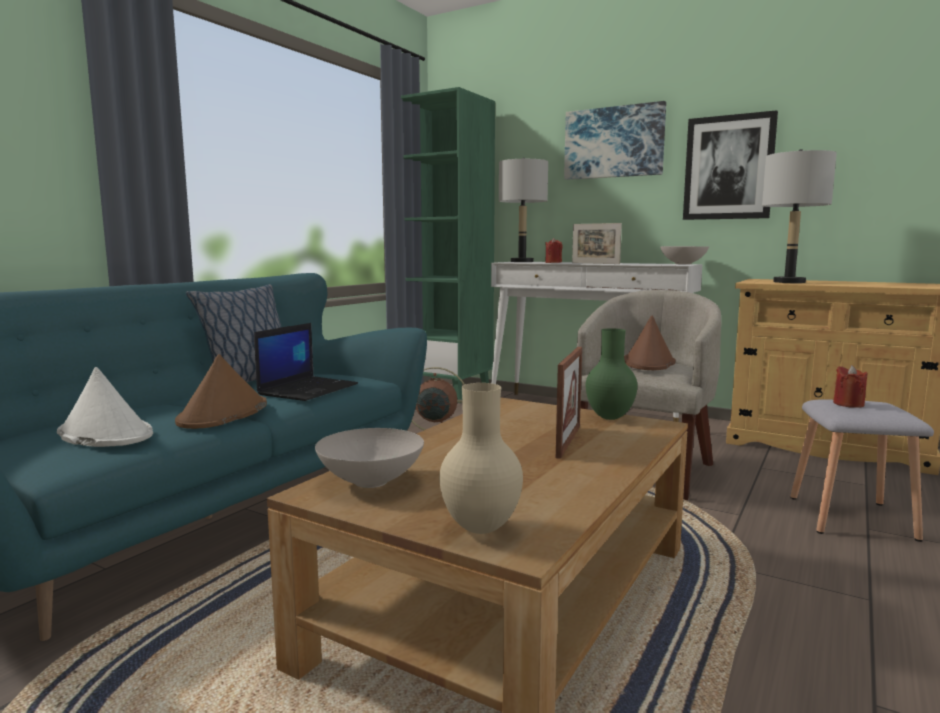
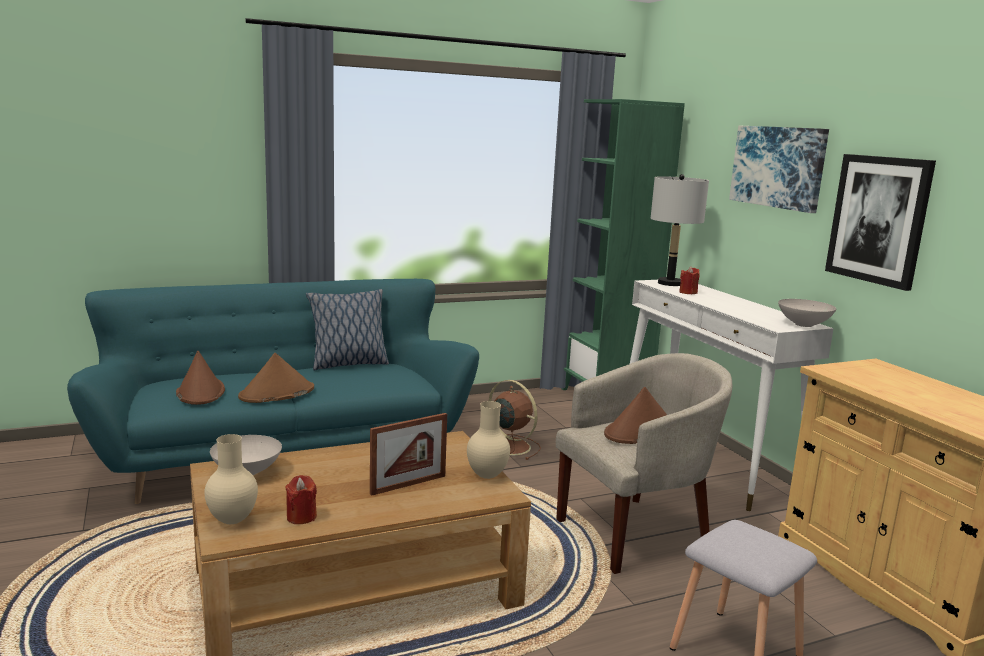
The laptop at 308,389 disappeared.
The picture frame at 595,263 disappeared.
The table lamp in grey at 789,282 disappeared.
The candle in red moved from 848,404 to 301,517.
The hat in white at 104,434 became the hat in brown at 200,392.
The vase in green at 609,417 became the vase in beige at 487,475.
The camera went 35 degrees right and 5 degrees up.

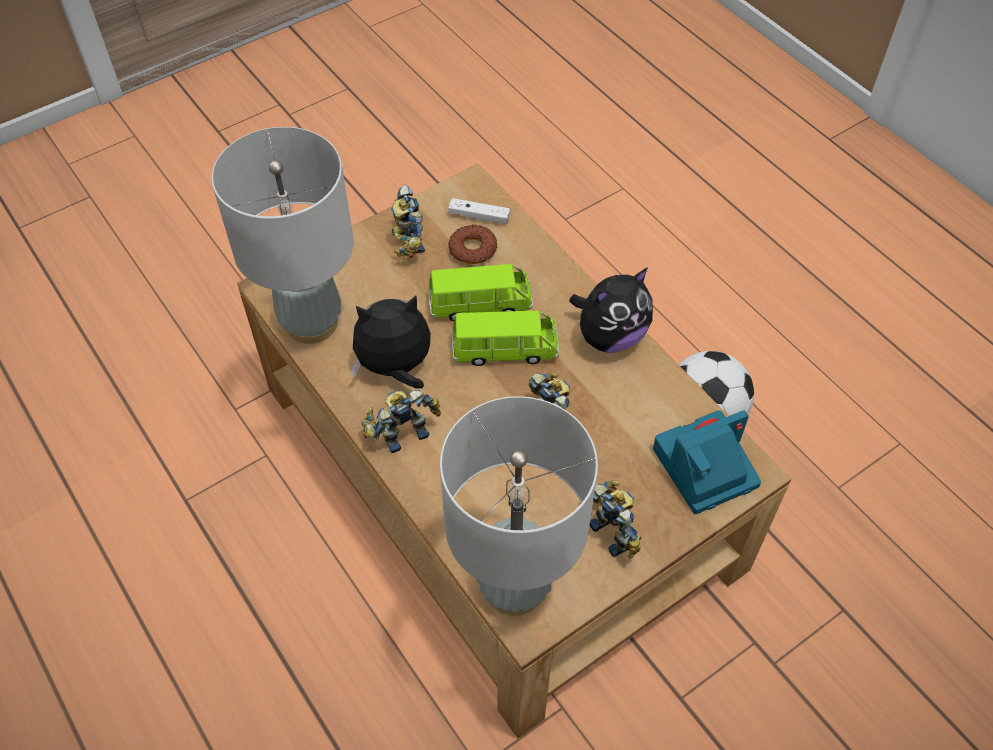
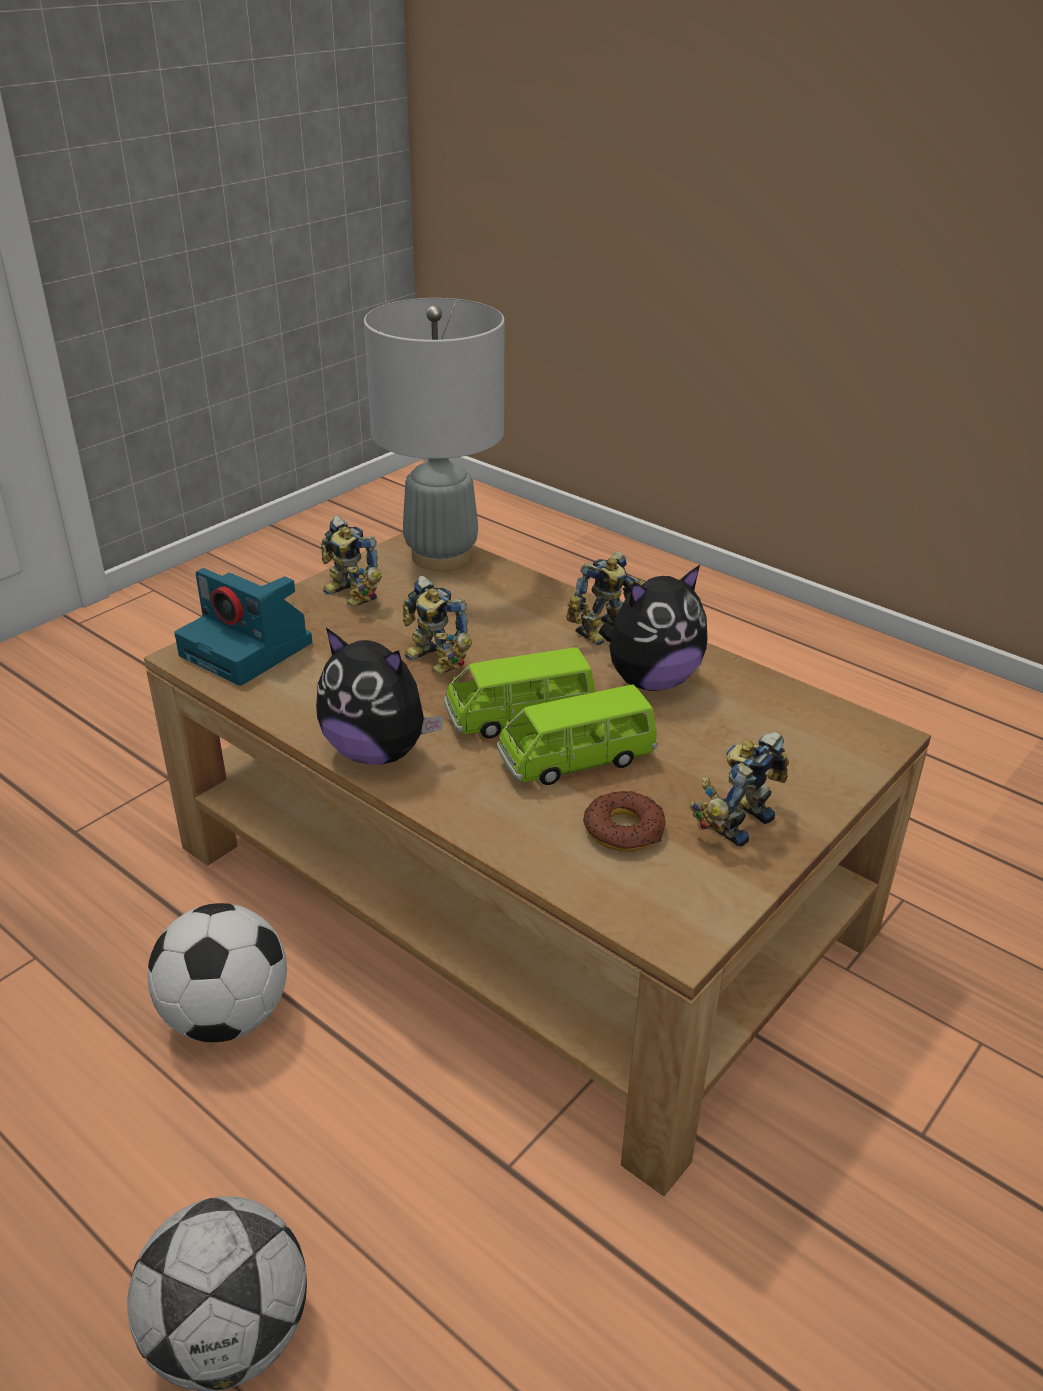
The table lamp in grey at 311,323 disappeared.
The game controller in white at 479,216 disappeared.
The football at 229,1334 appeared.
The toy robot at 405,243 turned 105 degrees counterclockwise.
The plush toy at 610,336 turned 105 degrees counterclockwise.
The photo camera at 703,469 turned 75 degrees clockwise.
The camera went 165 degrees right and 20 degrees down.

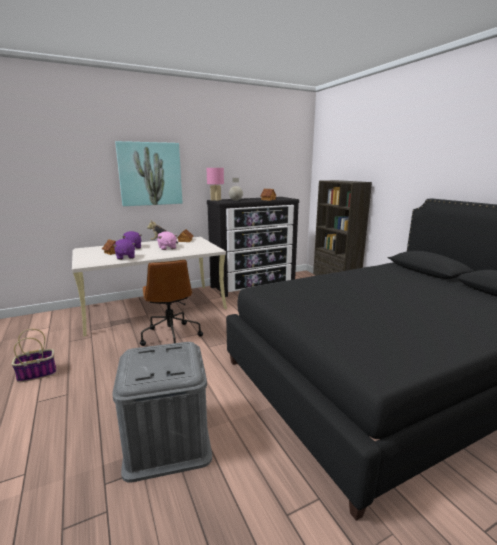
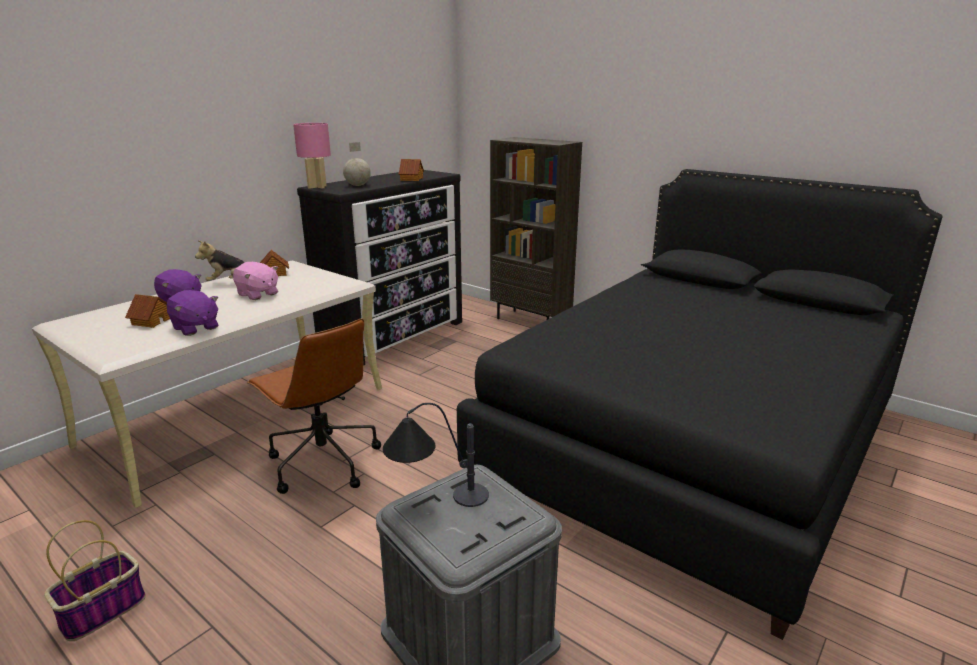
The picture at 150,174 disappeared.
The table lamp at 434,499 appeared.
The camera went 25 degrees left and 5 degrees up.

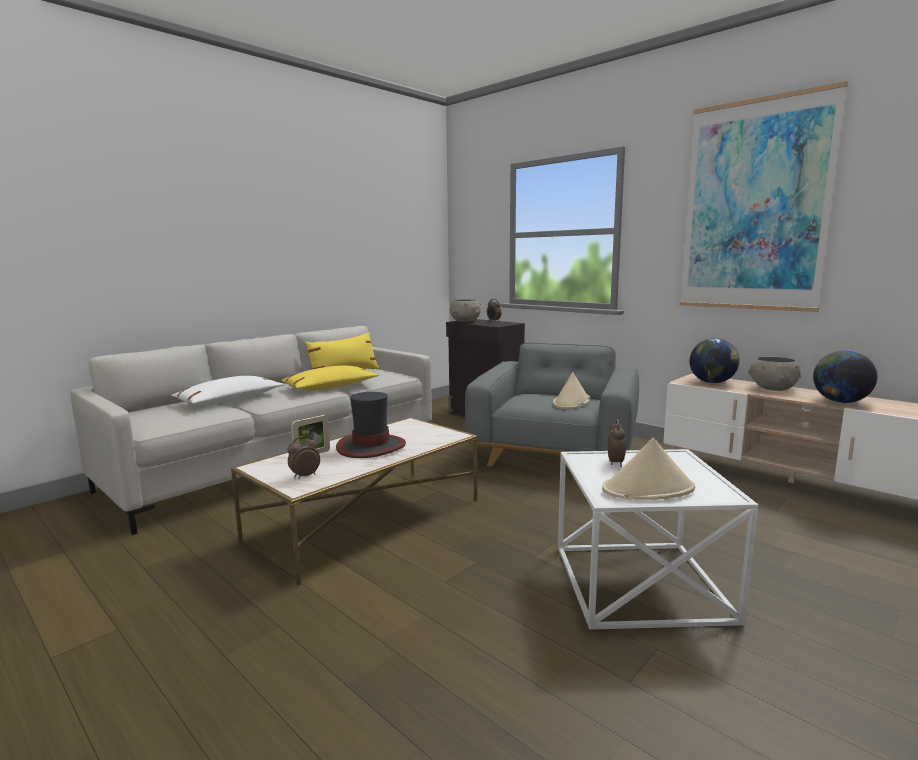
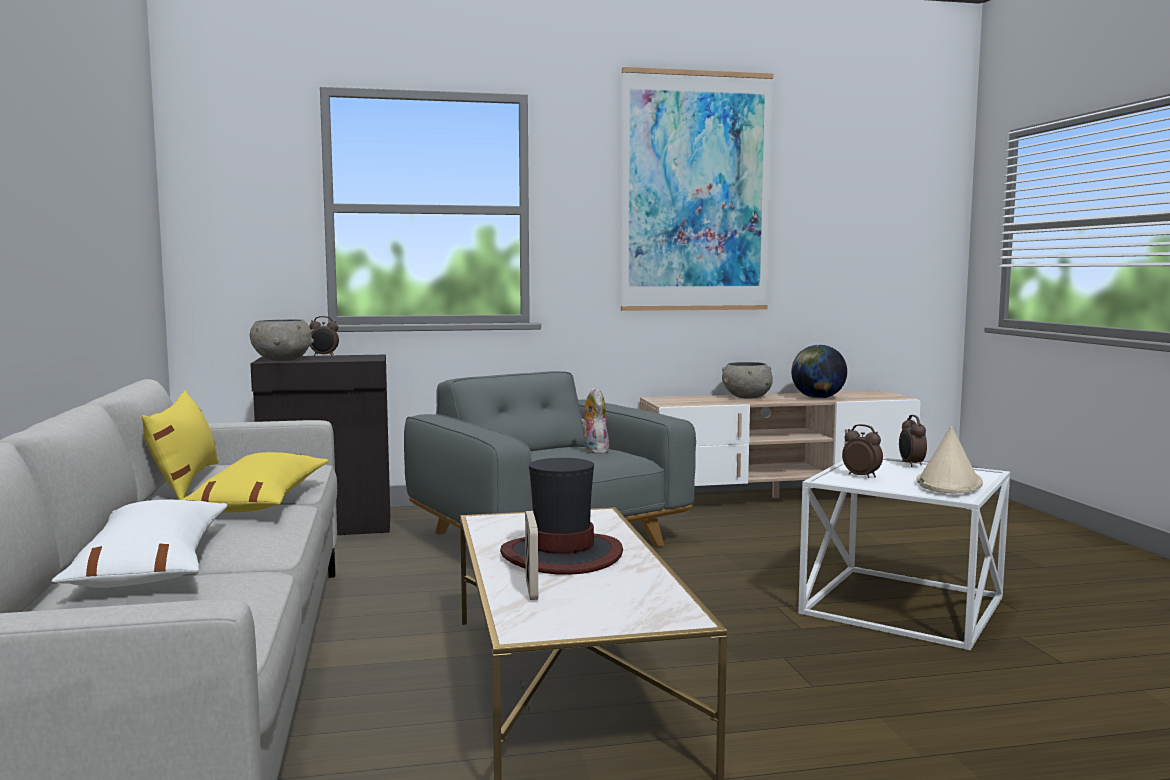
The globe at 712,382 disappeared.
The alarm clock moved from 304,476 to 911,464.
The hat in beige at 571,402 was replaced by the plush toy at 593,451.
The camera went 55 degrees left and 5 degrees down.

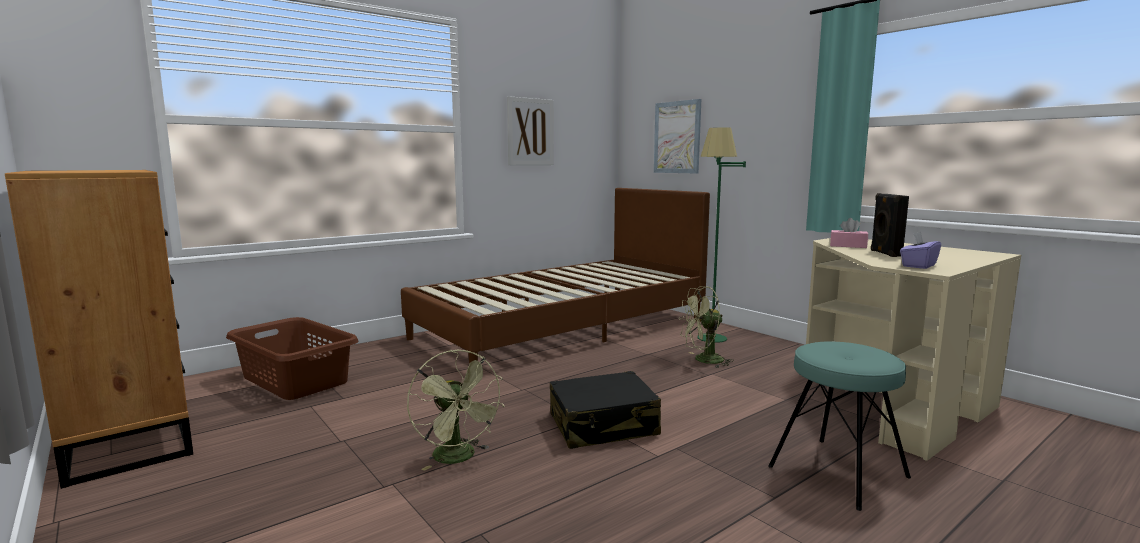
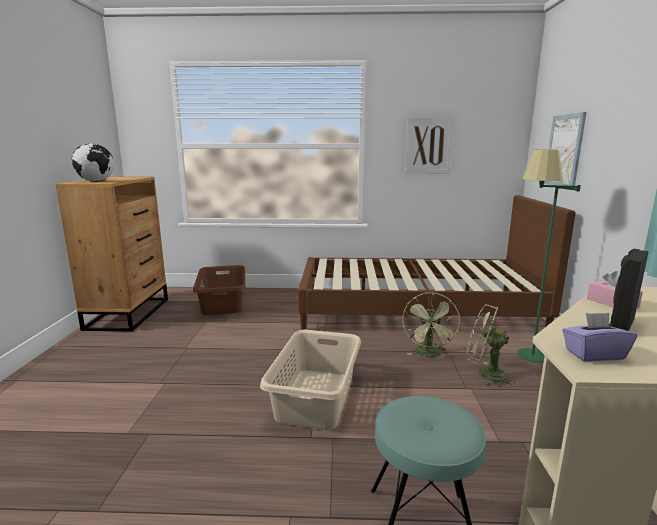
The globe at 96,181 appeared.
The fan in green moved from 459,458 to 429,354.
The suitcase in black at 603,426 was replaced by the laundry basket in beige at 316,397.
The camera went 40 degrees right and 5 degrees up.

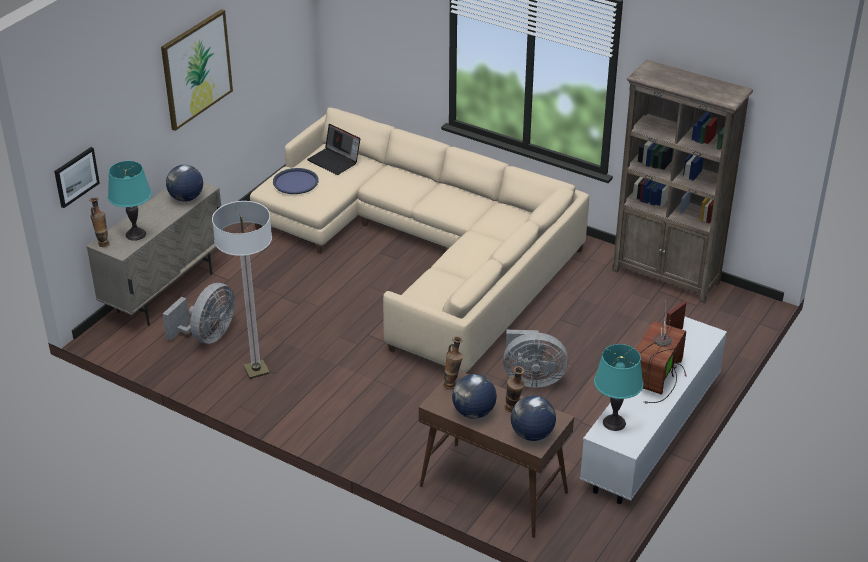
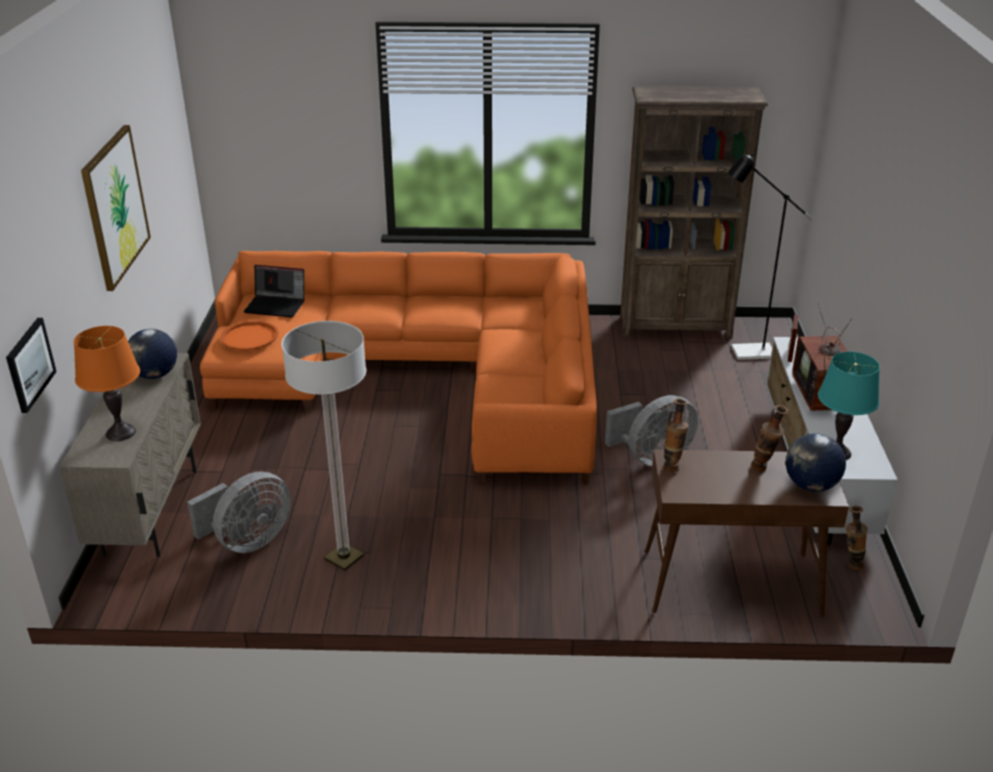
The globe at 473,412 disappeared.
The floor lamp in black at 745,353 appeared.
The vase moved from 102,243 to 850,564.
The table lamp in turquoise at 136,234 became the table lamp in orange at 120,432.
The sofa in beige at 426,252 became the sofa in orange at 426,375.
The tray in blue at 295,182 became the tray in orange at 249,336.
The fan in grey at 207,336 turned 45 degrees clockwise.
The camera went 30 degrees left and 5 degrees down.

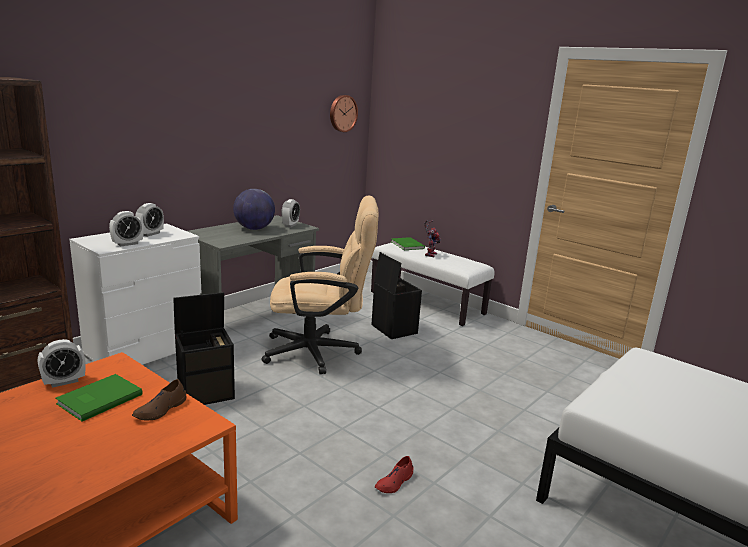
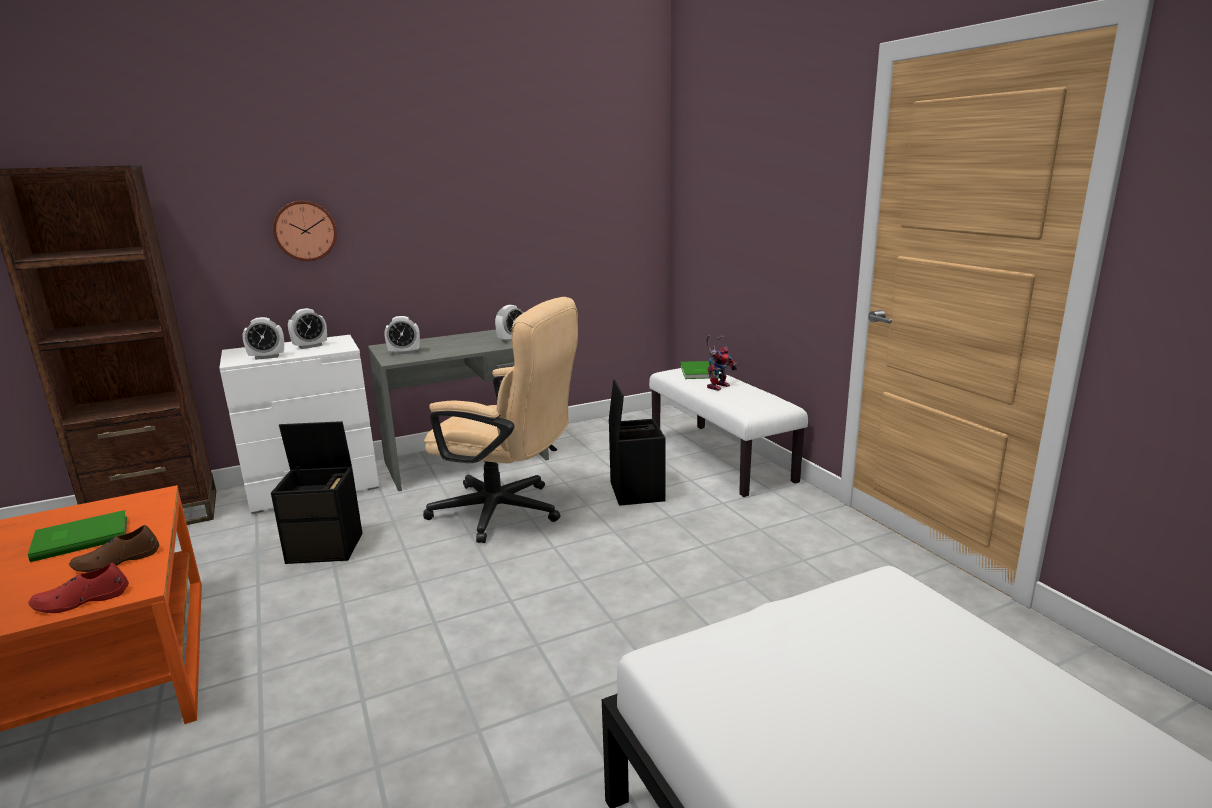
The globe at 254,229 disappeared.
The alarm clock moved from 64,382 to 404,352.
The wall clock moved from 342,113 to 305,230.
The shoe in red moved from 394,482 to 81,600.
The camera went 25 degrees right and 0 degrees up.

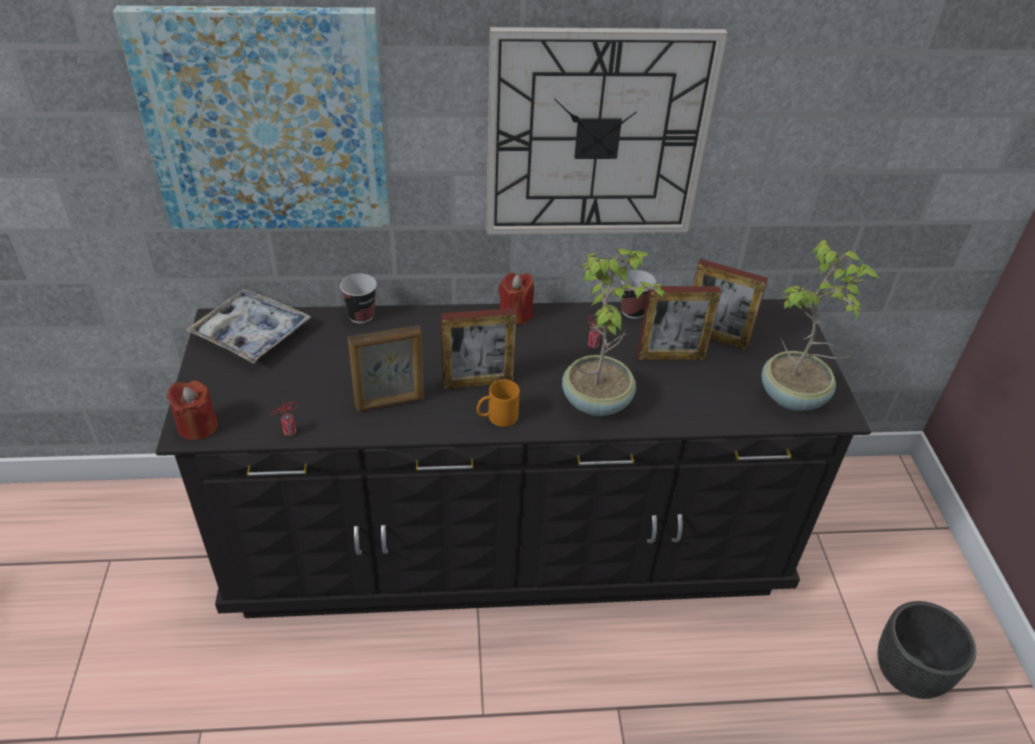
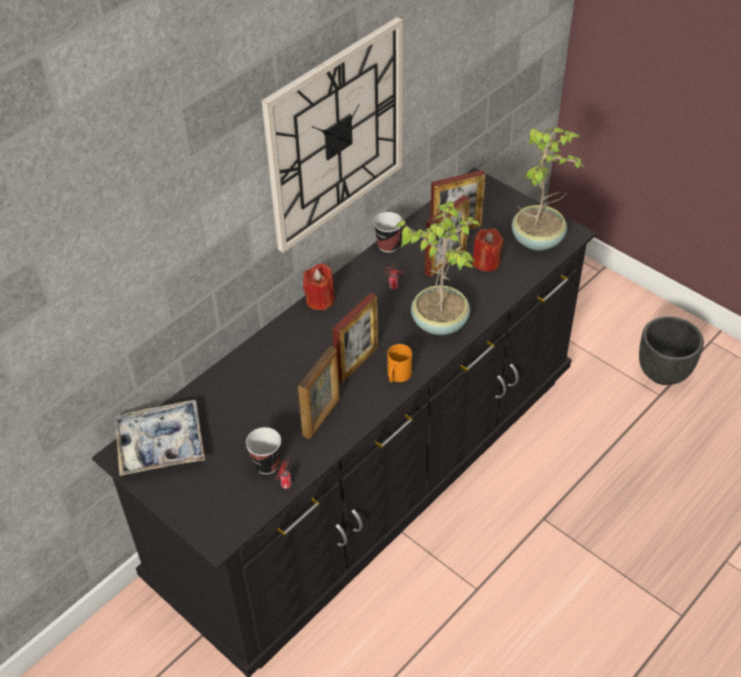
The picture at 266,122 disappeared.
The candle in red moved from 197,426 to 486,262.
The cup moved from 361,315 to 267,464.
The camera went 40 degrees left and 5 degrees up.

